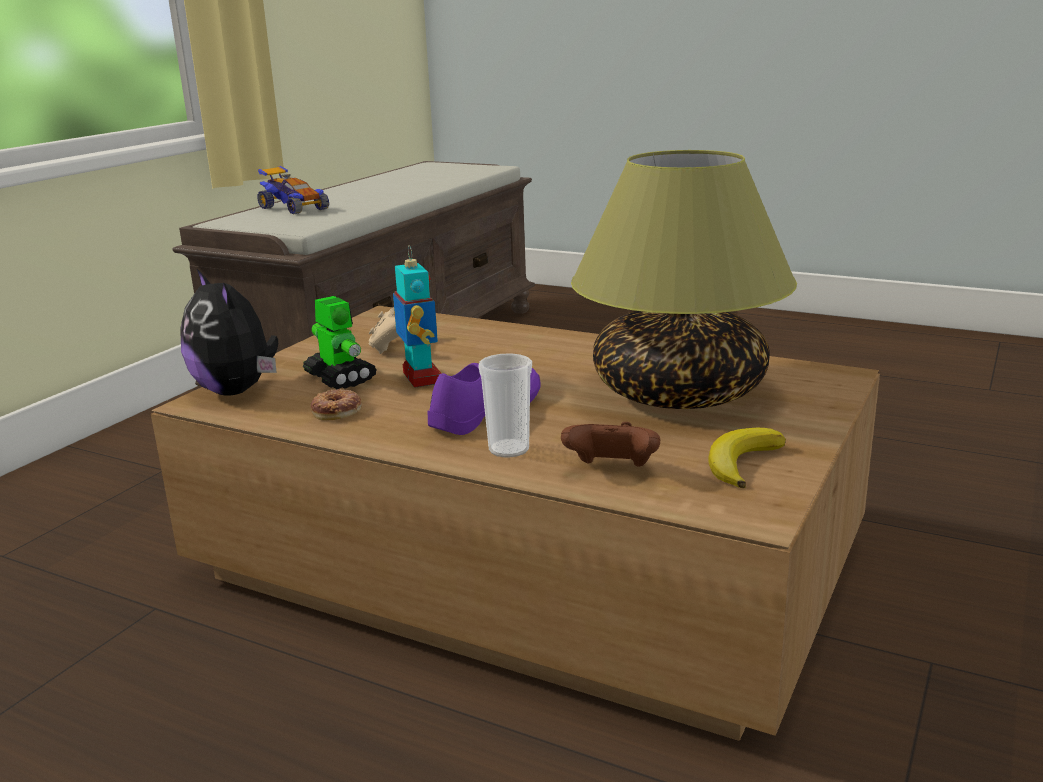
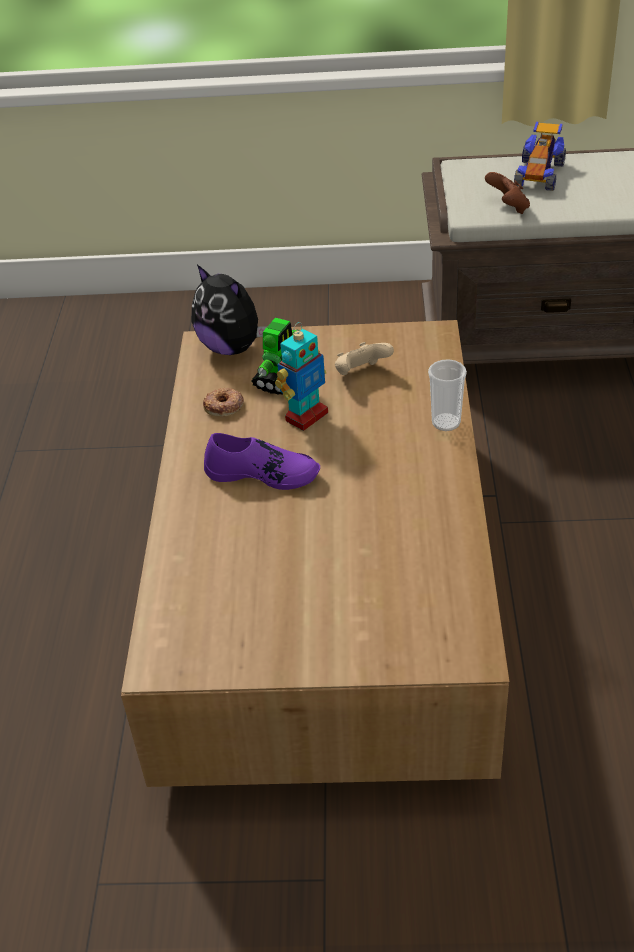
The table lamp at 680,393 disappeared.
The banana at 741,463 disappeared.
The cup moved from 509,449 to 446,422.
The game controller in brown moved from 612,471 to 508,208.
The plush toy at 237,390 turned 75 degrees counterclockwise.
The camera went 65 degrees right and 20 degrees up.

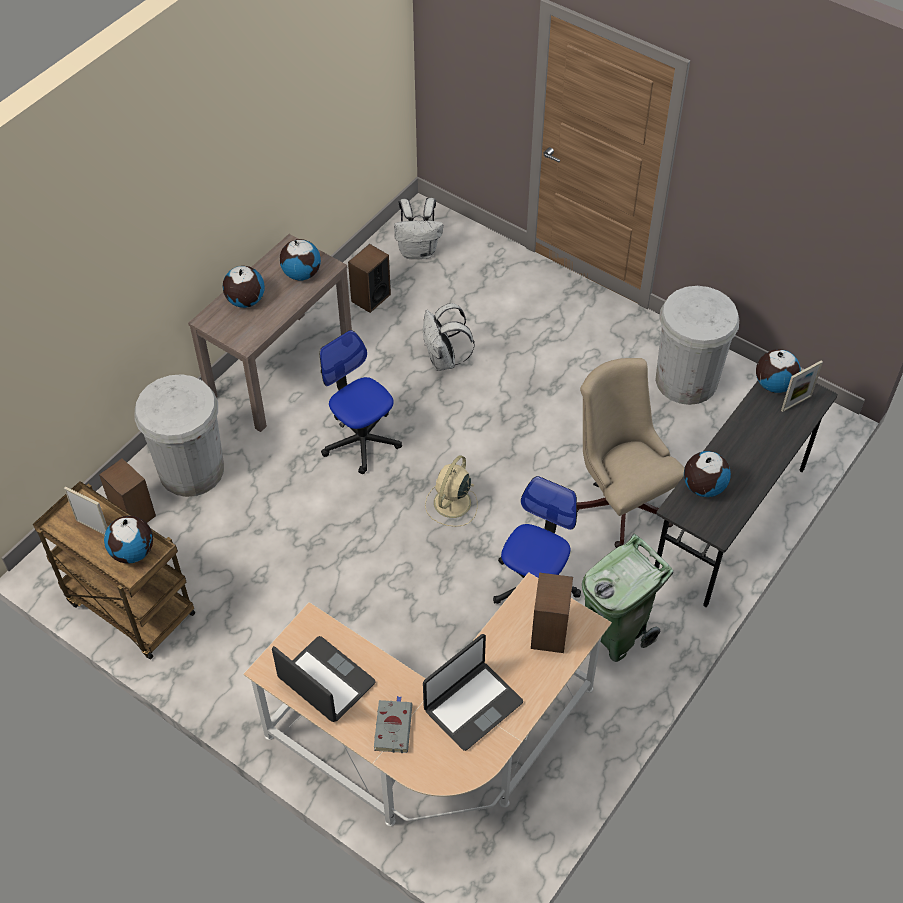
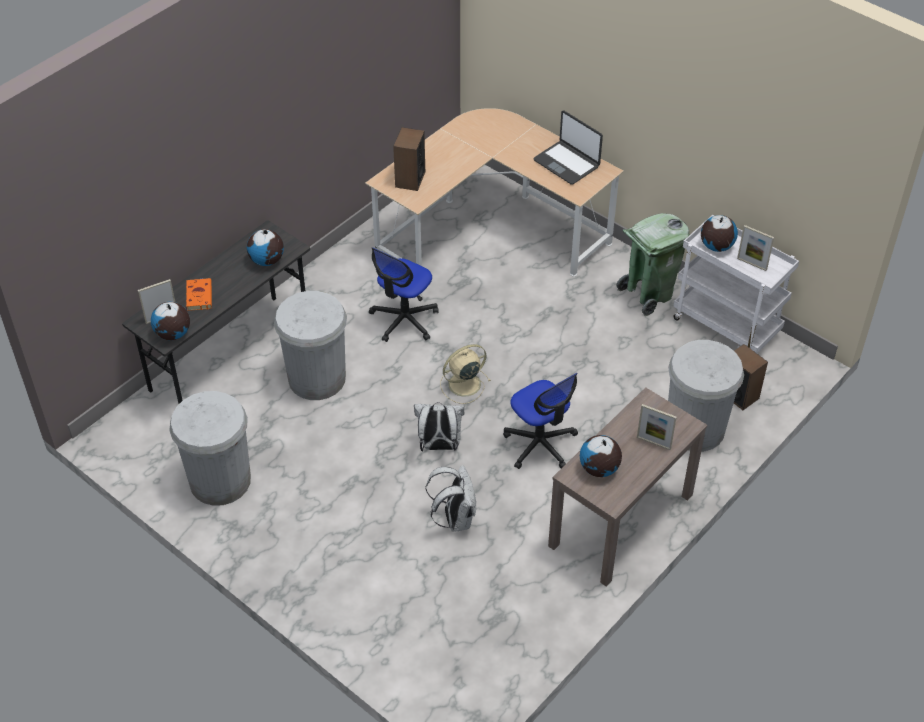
The speaker at 370,298 disappeared.
The book in grey at 393,726 disappeared.
The laptop at 472,705 disappeared.
The book in orange at 199,295 appeared.
The backpack in white moved from 418,251 to 439,446.
The trash can in green moved from 616,634 to 648,294.
The globe at 245,301 was replaced by the picture frame at 653,443.
The office chair in beige at 620,499 was replaced by the trash can in white at 317,378.
The cart in brown at 128,608 became the cart in white at 727,326.
The fan in beige at 451,504 turned 150 degrees counterclockwise.
The camera went 175 degrees left and 5 degrees down.

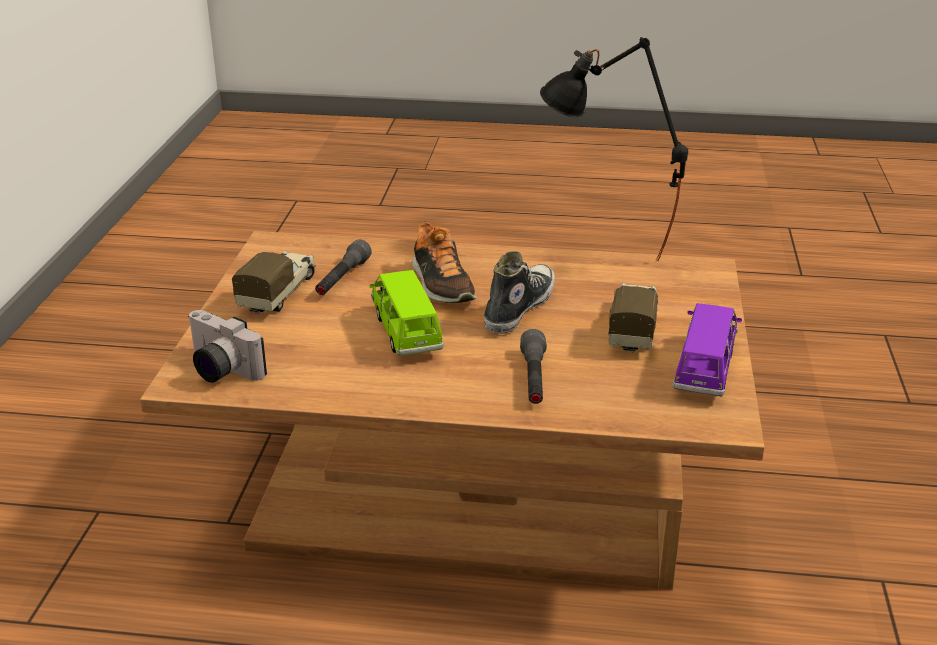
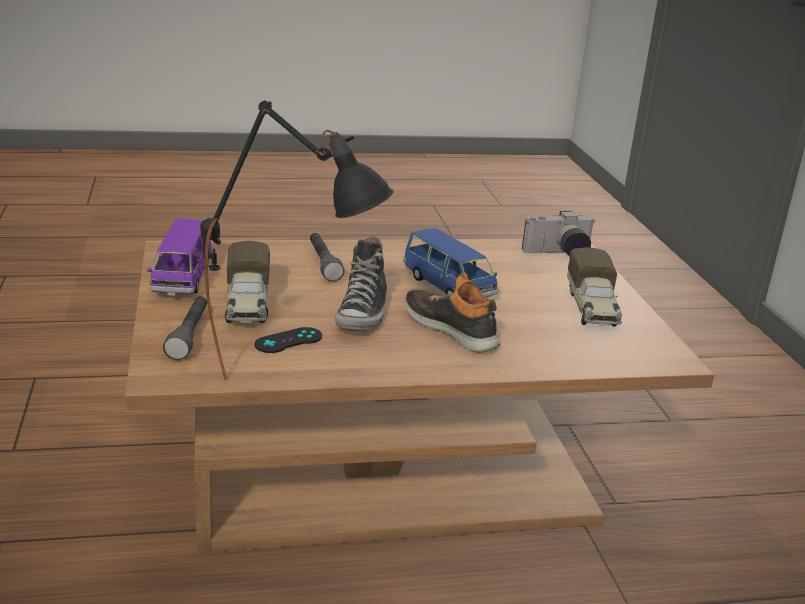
The game controller in black at 288,340 appeared.
The flashlight in grey moved from 342,279 to 189,335.
The toy car in green at 406,332 became the toy car in blue at 448,287.
The photo camera at 219,370 turned 150 degrees clockwise.
The camera went 160 degrees right and 5 degrees down.

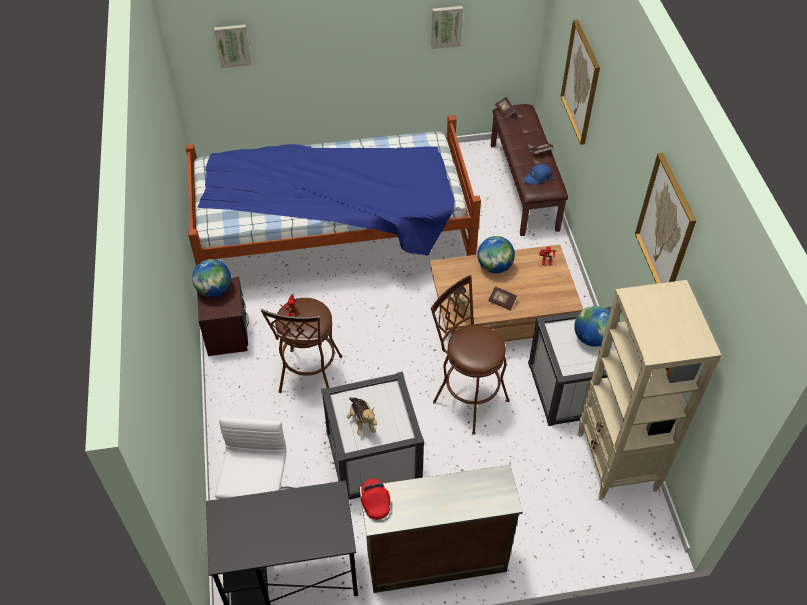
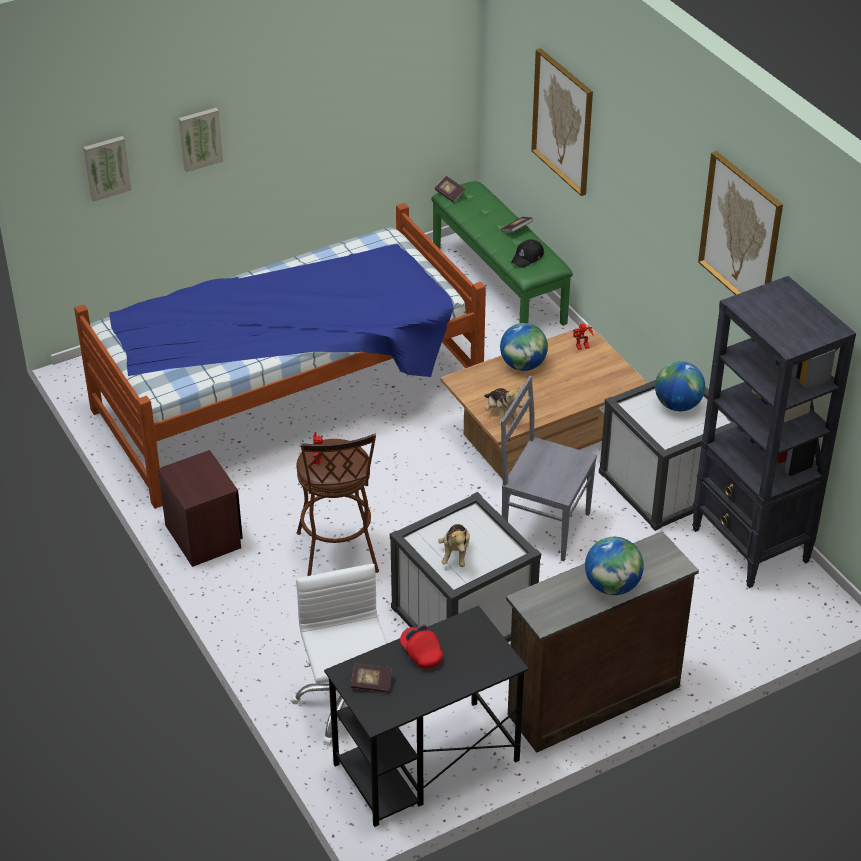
The globe moved from 214,290 to 612,586.
The cap in red moved from 375,502 to 421,653.
The picture moved from 446,26 to 199,138.
The book moved from 502,301 to 371,683.
The stool in brown at 466,397 was replaced by the chair in grey at 543,526.
The bench in brown at 524,186 became the bench in green at 499,285.
The cap in blue at 538,177 became the cap in black at 527,257.
The bookcase in beige at 616,462 became the bookcase in black at 750,546.
The plush toy at 361,421 turned 45 degrees clockwise.
The camera went 20 degrees left and 10 degrees down.

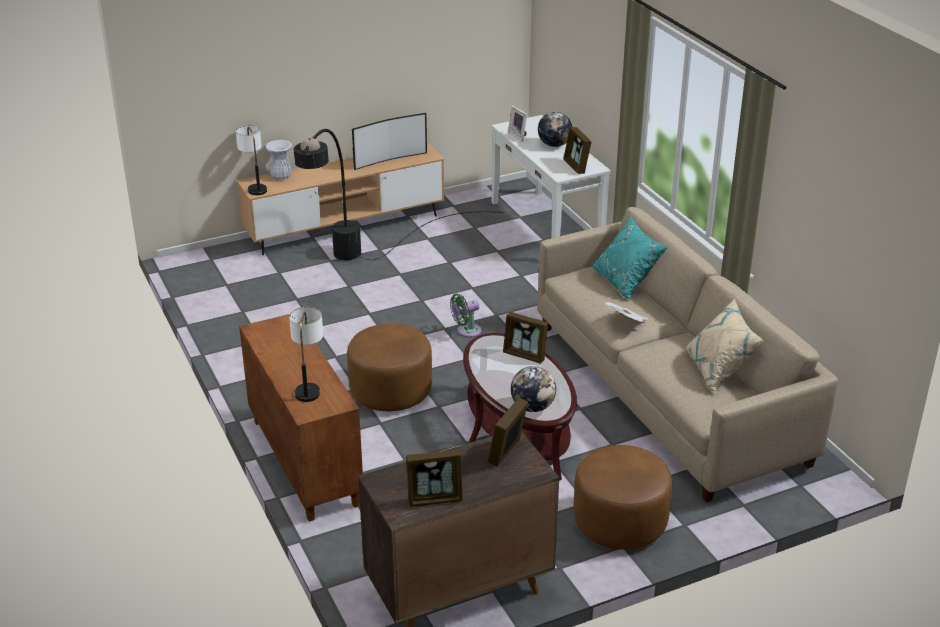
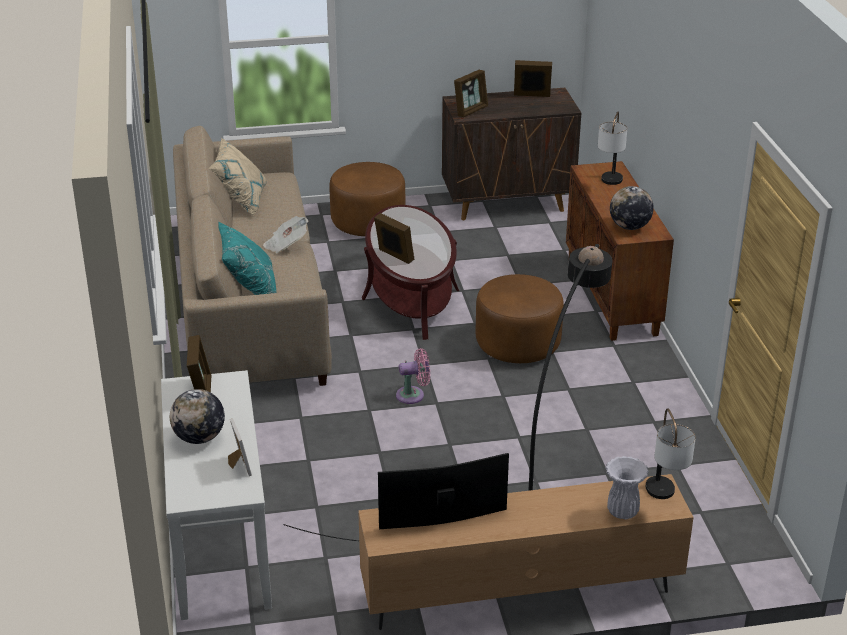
The globe moved from 532,407 to 629,227.
The fan in green at 466,331 became the fan in pink at 413,395.
The camera went 165 degrees left and 0 degrees up.

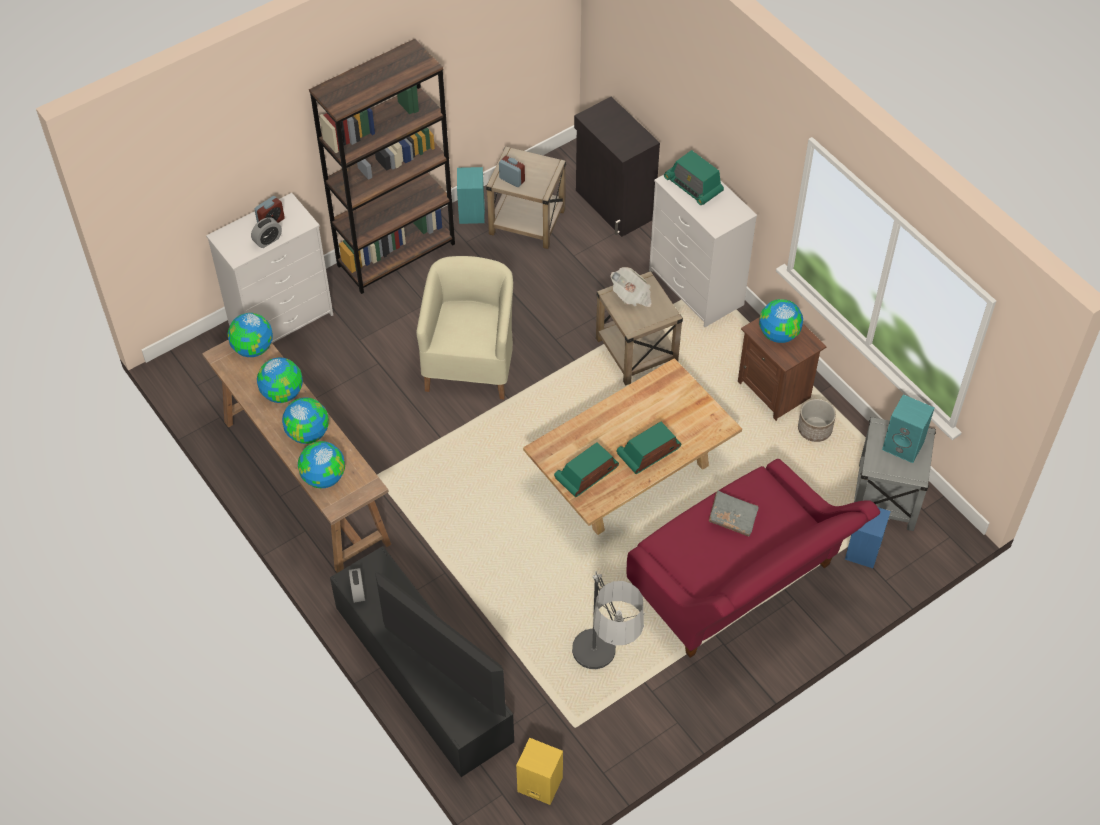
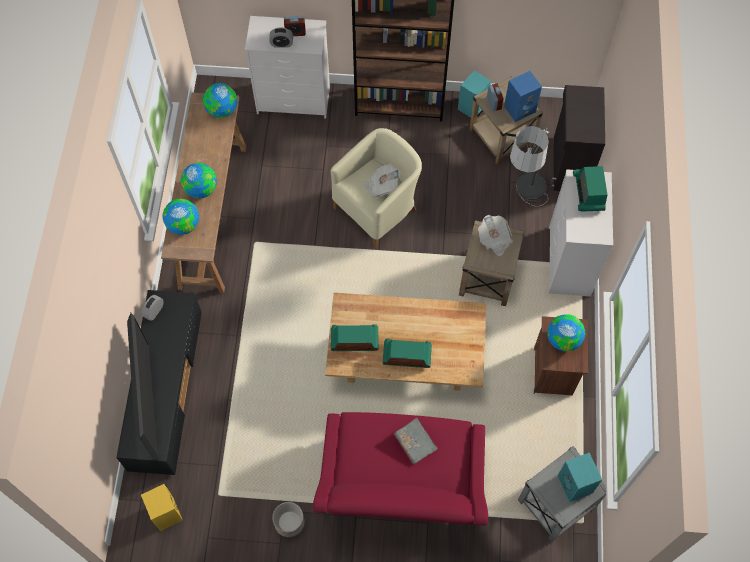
The globe at 283,393 disappeared.
The newspaper at 381,185 appeared.
The floor lamp moved from 604,681 to 522,208.
The planter moved from 814,429 to 289,523.
The speaker in blue moved from 862,549 to 520,108.
The camera went 40 degrees right and 10 degrees up.

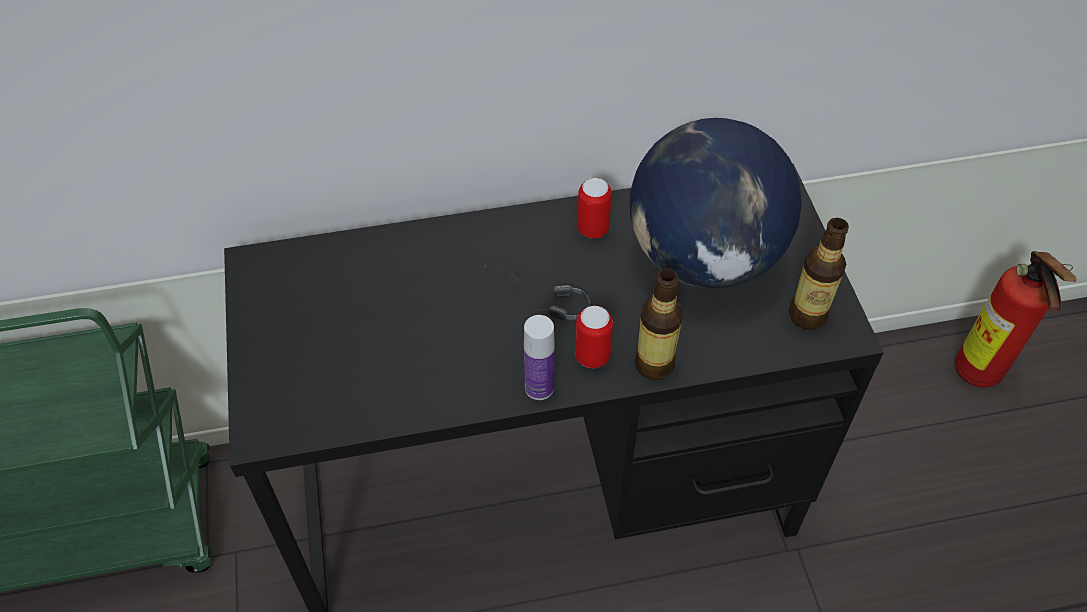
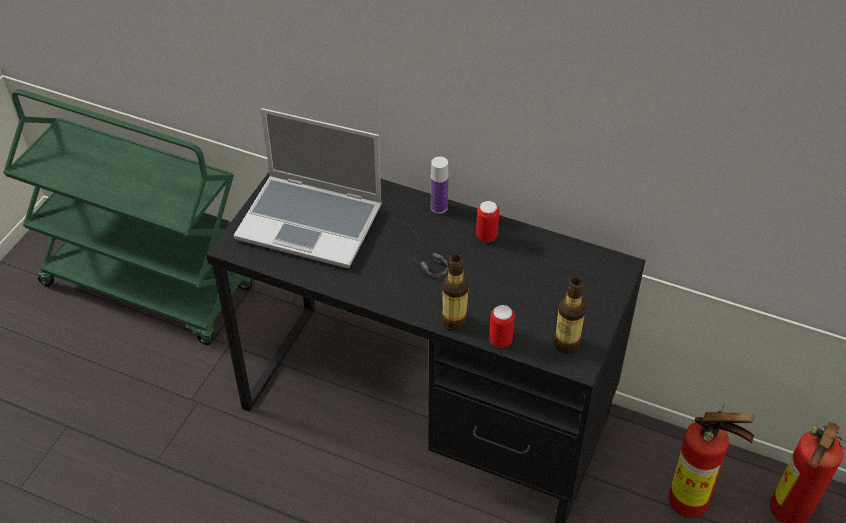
The globe at 705,258 disappeared.
The laptop at 312,222 appeared.
The fire extinguisher at 694,505 appeared.
The bottle moved from 539,388 to 439,207.
The can moved from 592,356 to 500,340.
The camera went 35 degrees right and 5 degrees down.

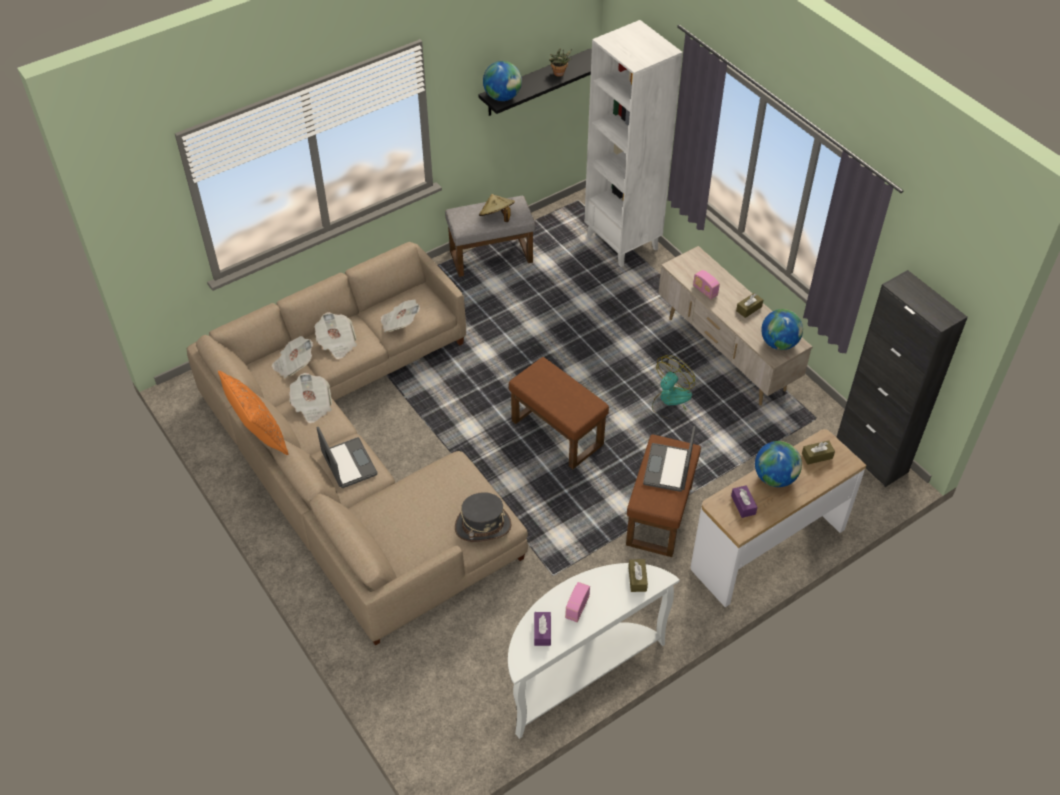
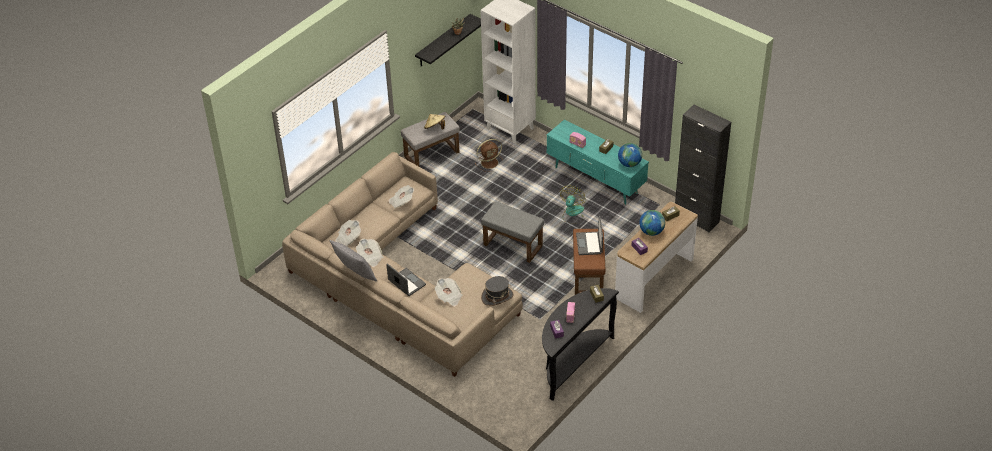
The globe at 502,97 disappeared.
The fan in brown at 490,162 appeared.
The newspaper moved from 337,343 to 449,297.
The pillow in orange at 259,435 became the pillow in grey at 355,275.
The console table in white at 579,672 became the console table in black at 572,362.
The ottoman in brown at 558,433 became the ottoman in grey at 513,245.
The tv stand in beige at 725,354 became the tv stand in turquoise at 595,181.
The camera went 15 degrees left and 5 degrees down.

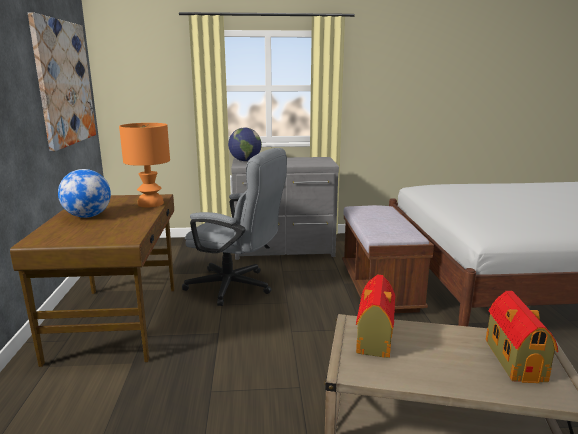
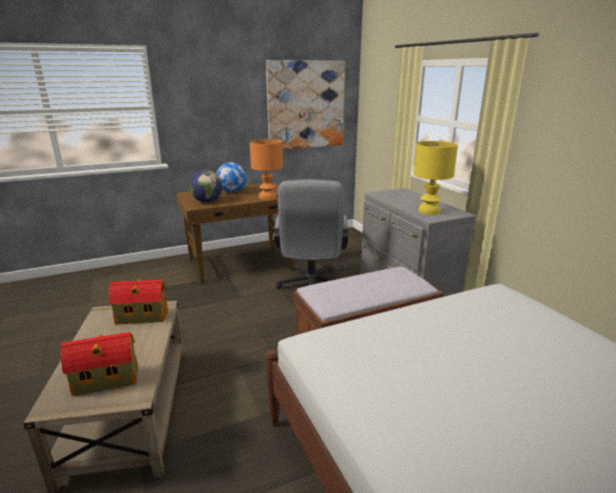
The table lamp in yellow at 429,211 appeared.
The globe moved from 245,161 to 207,201.
The camera went 70 degrees right and 5 degrees up.

